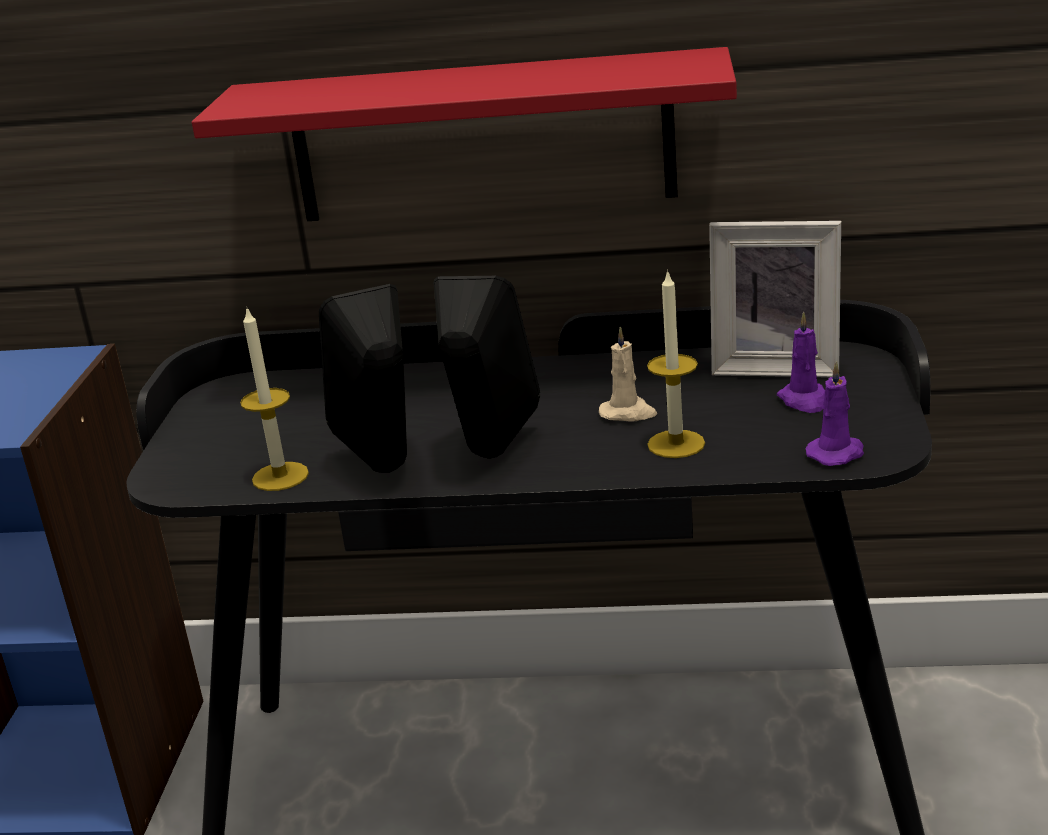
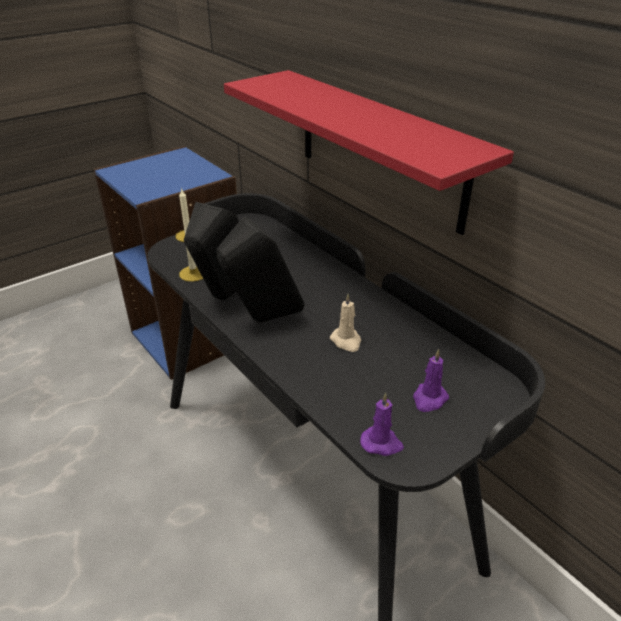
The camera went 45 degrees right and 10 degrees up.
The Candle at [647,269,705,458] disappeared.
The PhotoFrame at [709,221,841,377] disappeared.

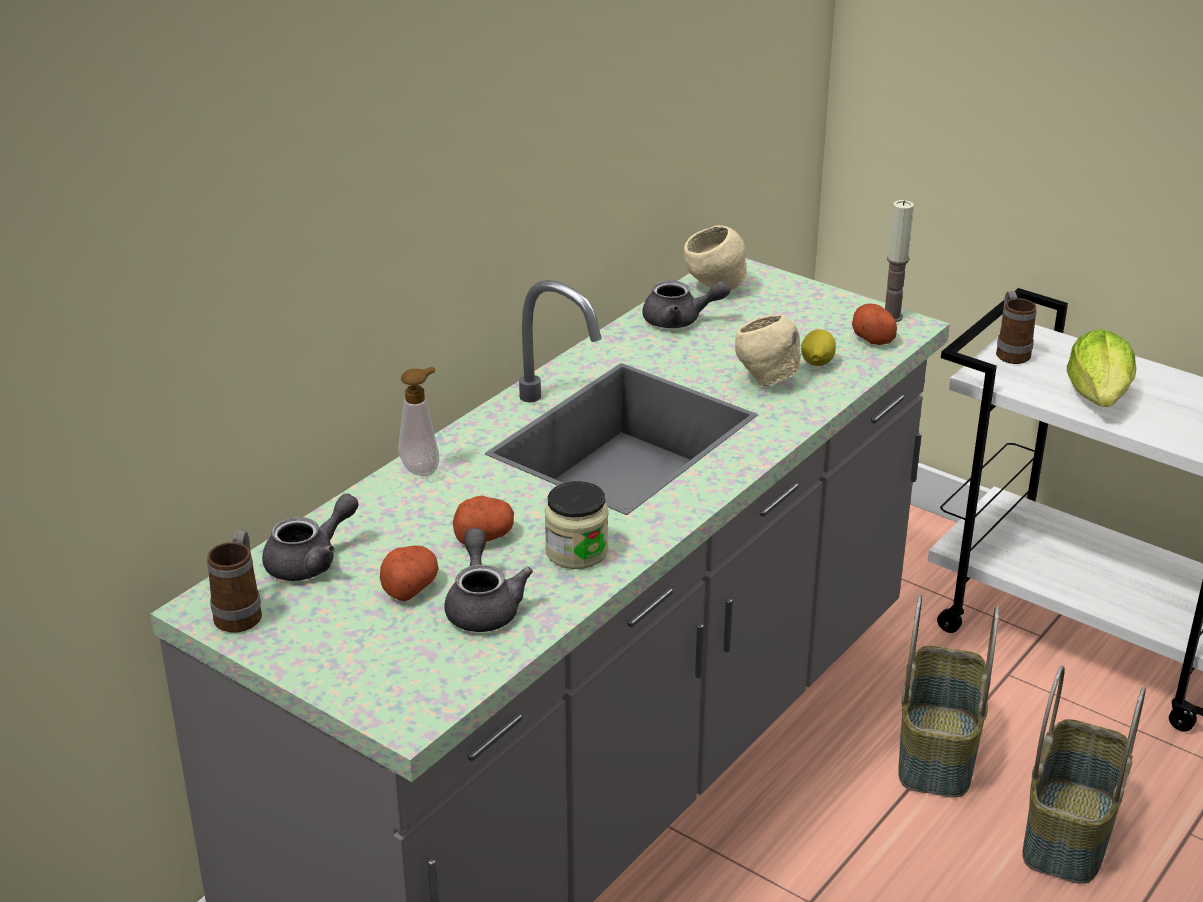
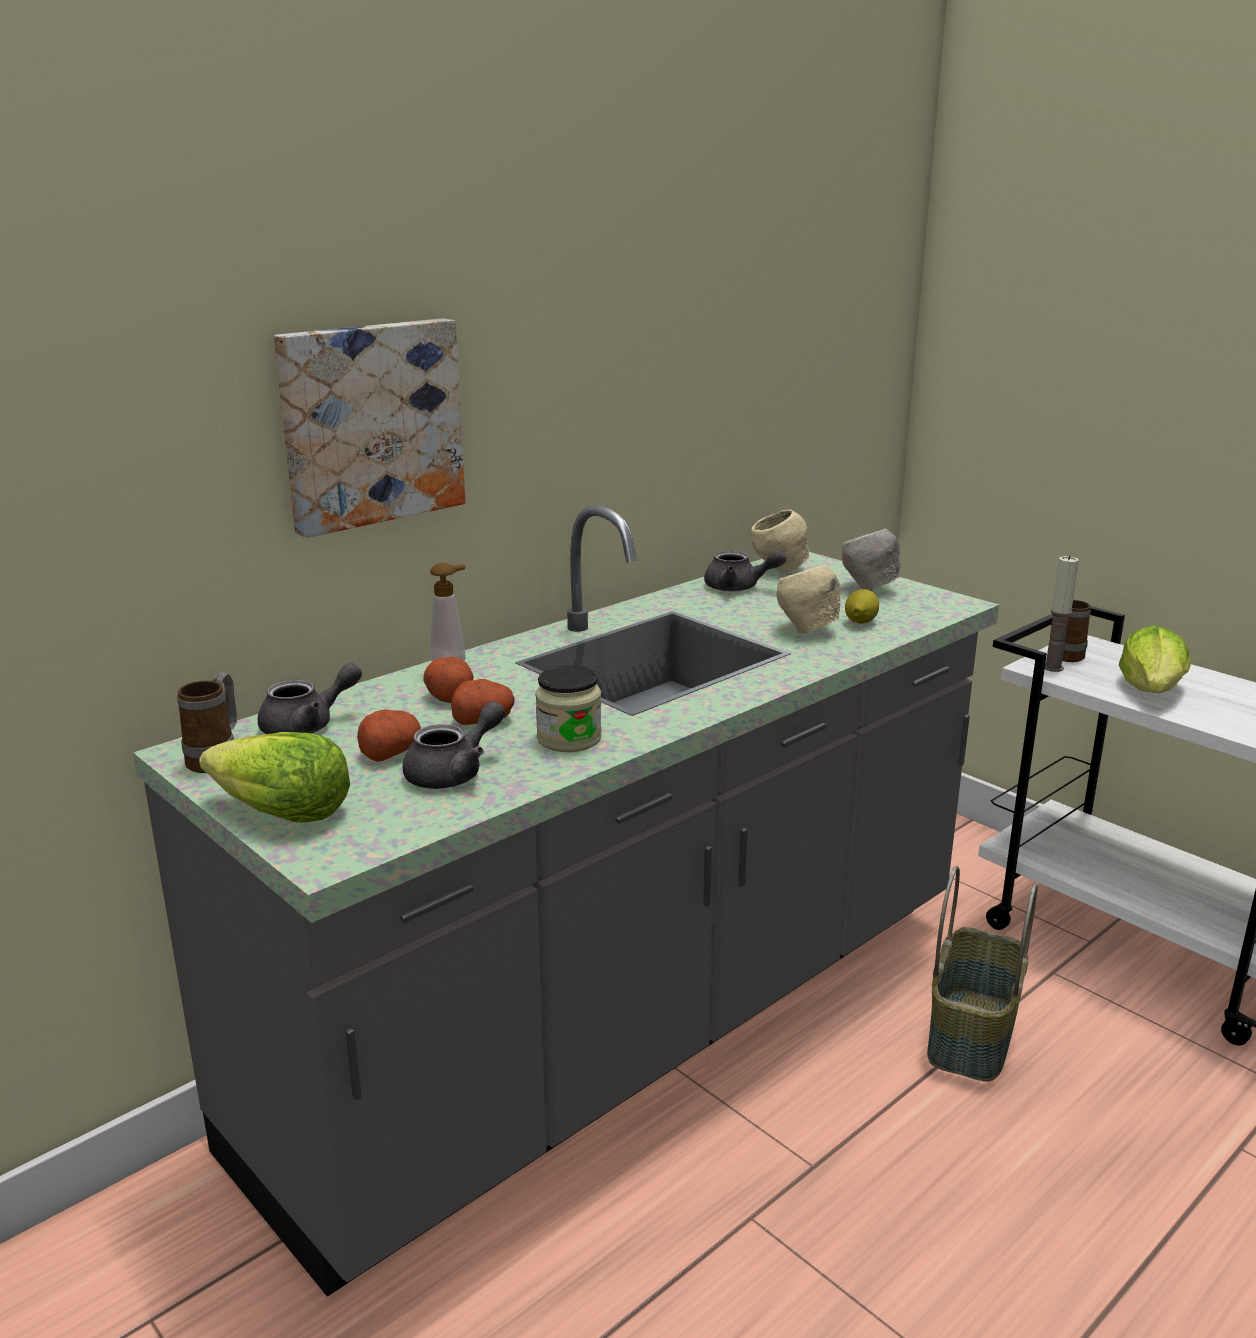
The camera went 10 degrees right and 10 degrees down.
The GreyishTeapot at [444,528,533,632] turned 45 degrees clockwise.
The Potato moved from [852,303,897,345] to [423,657,474,703].
The Candle moved from [885,200,914,322] to [1045,555,1079,672].
The HouseholdBasket at [1022,665,1146,884] disappeared.
The Lettuce at [199,732,350,823] appeared.
The WallArt at [274,318,465,538] appeared.
The GreyishBowl at [842,529,901,591] appeared.

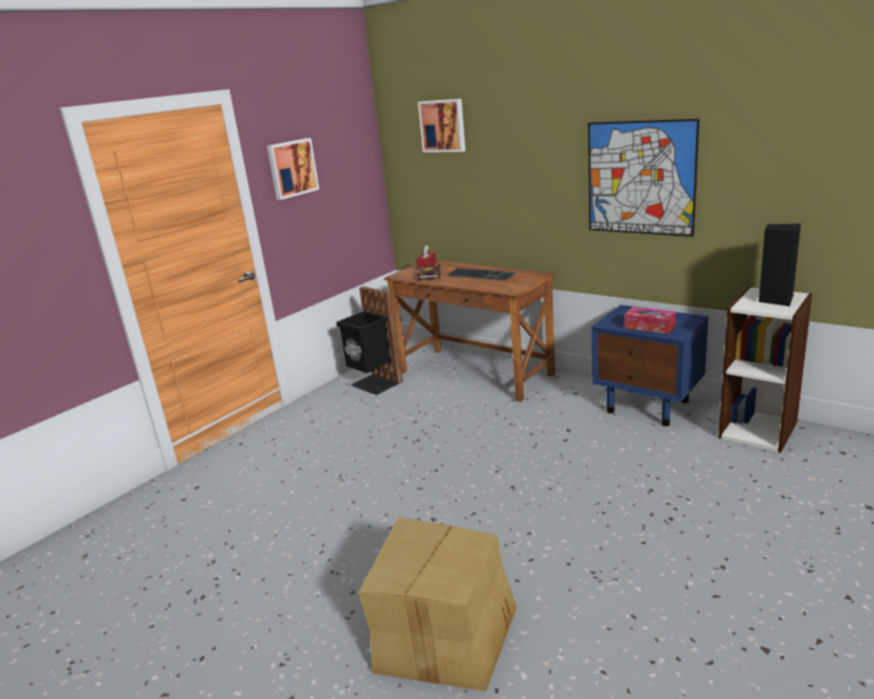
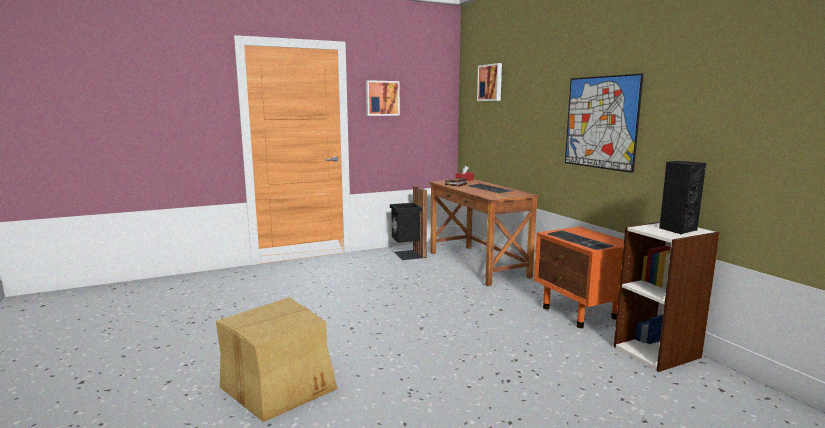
The camera went 25 degrees right and 10 degrees down.
The BlueBedsideTable at [592,305,709,426] became the OrangeyBedsideTable at [534,227,624,328].
The BoxOfTissues at [625,307,676,334] was replaced by the Keyboard at [547,230,613,250].

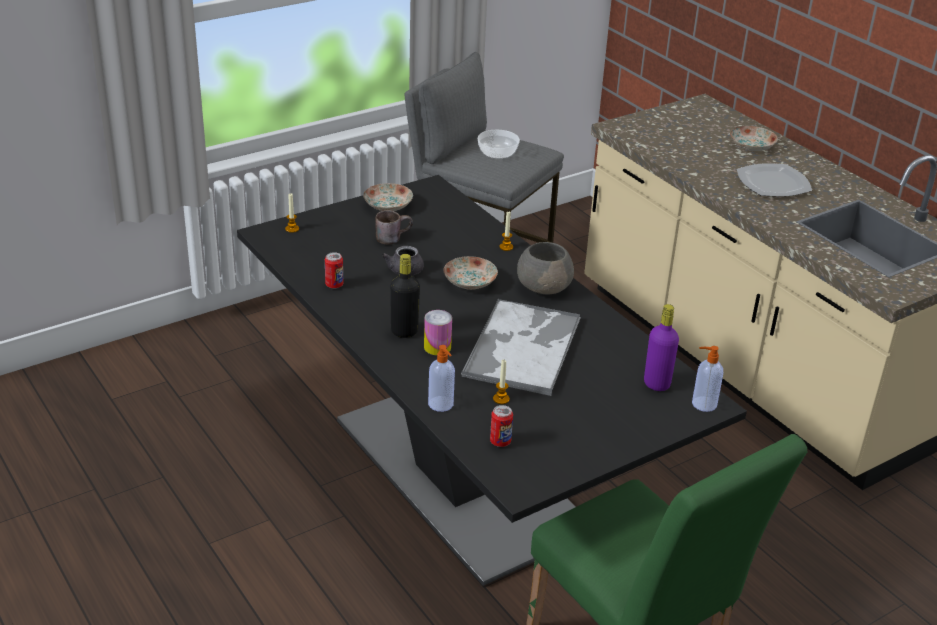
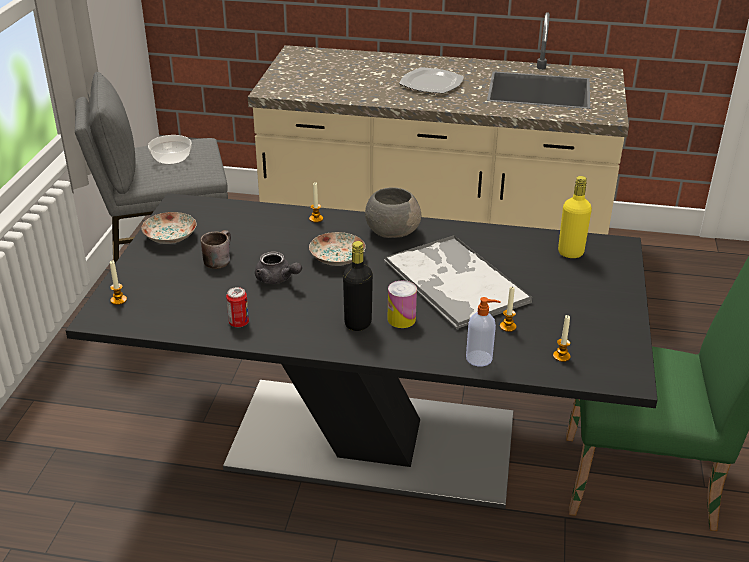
The camera went 45 degrees left and 0 degrees up.
The SealedCan at [490,405,513,447] was replaced by the Candle at [553,315,571,362].
The PurplishBottle at [644,304,679,391] became the YellowishBottle at [558,176,592,258].
The LiquidSoapBottle at [692,346,723,412] disappeared.
The DinnerPlate at [730,126,778,151] disappeared.

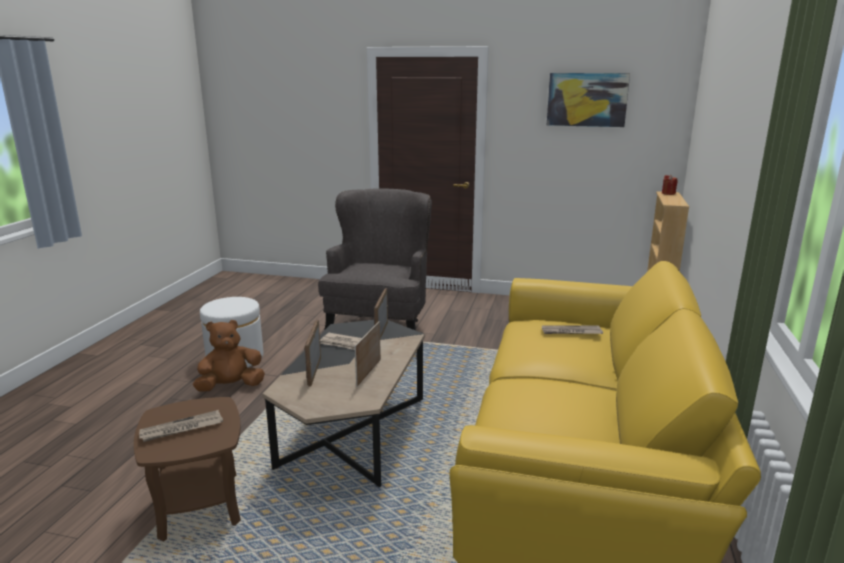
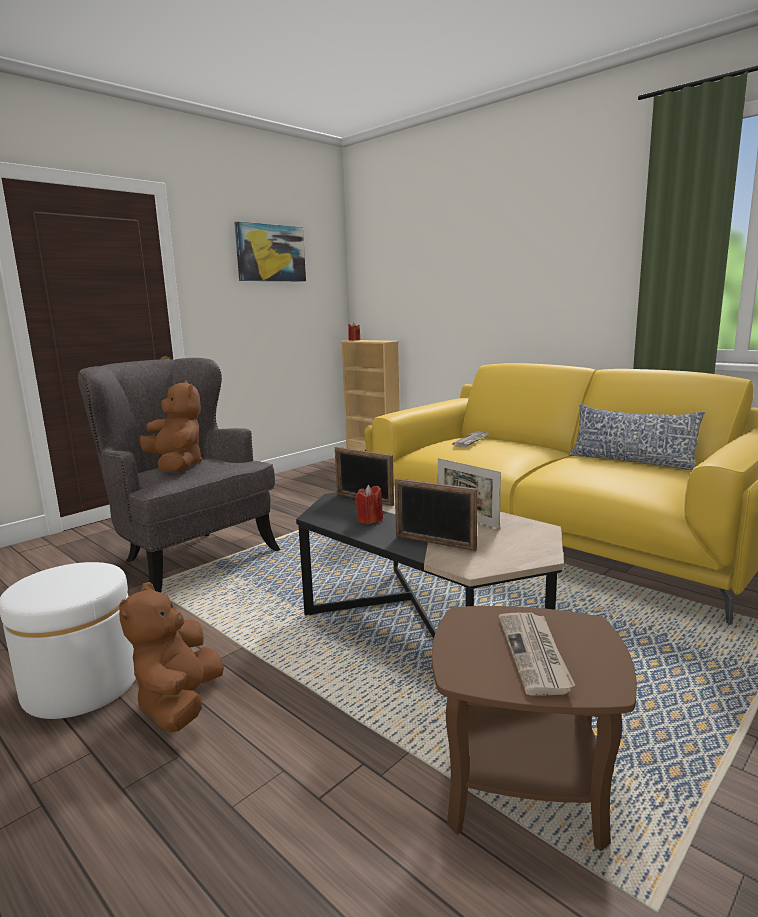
The camera went 60 degrees left and 5 degrees down.
The Newspaper at [320,333,362,350] was replaced by the RedColouredCandle at [355,485,383,524].
The BrownCuddlyToy at [139,380,202,472] appeared.
The ThrowPillow at [569,404,705,470] appeared.

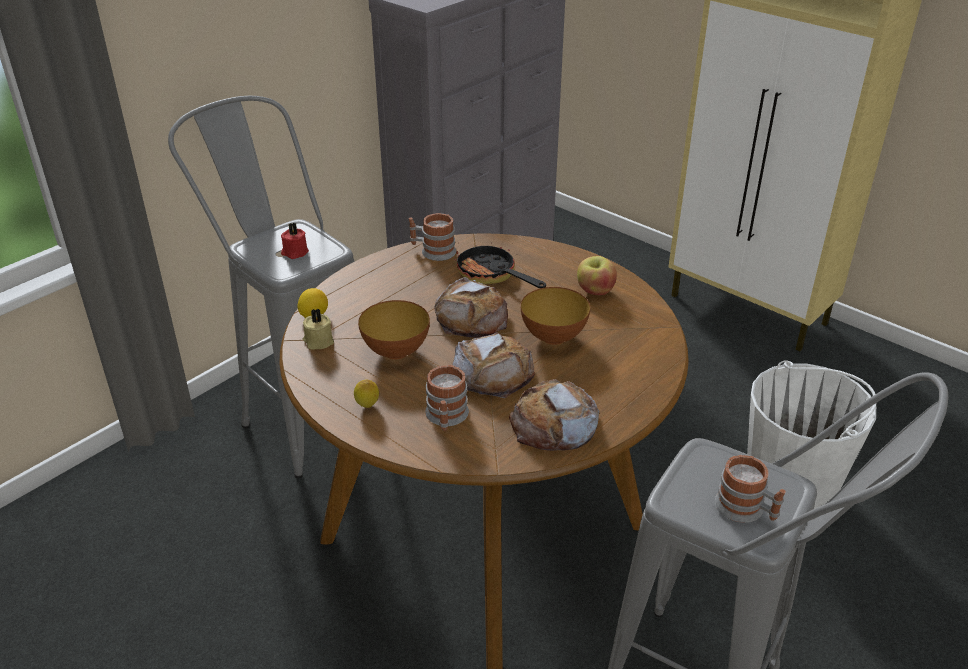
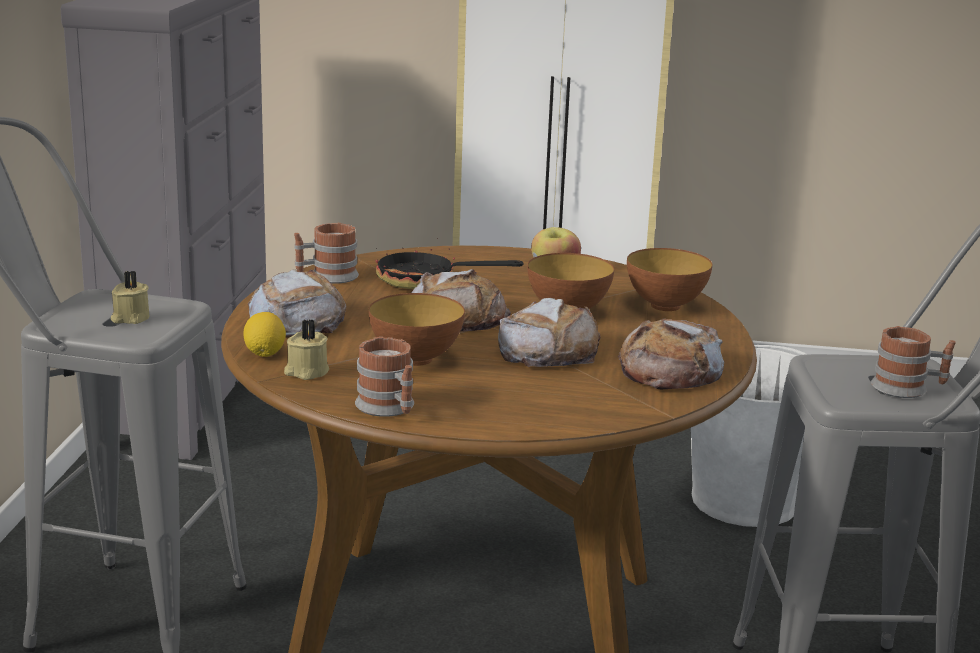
The camera went 35 degrees left and 15 degrees down.
The RedColouredCandle at [281,223,309,259] became the BeigeCandle at [111,270,149,324].
The CitrusFruit at [354,379,379,408] disappeared.
The Mug moved from [425,365,469,431] to [355,337,414,417].
The BakeryBread at [248,269,346,337] appeared.
The Bowl at [627,248,712,311] appeared.

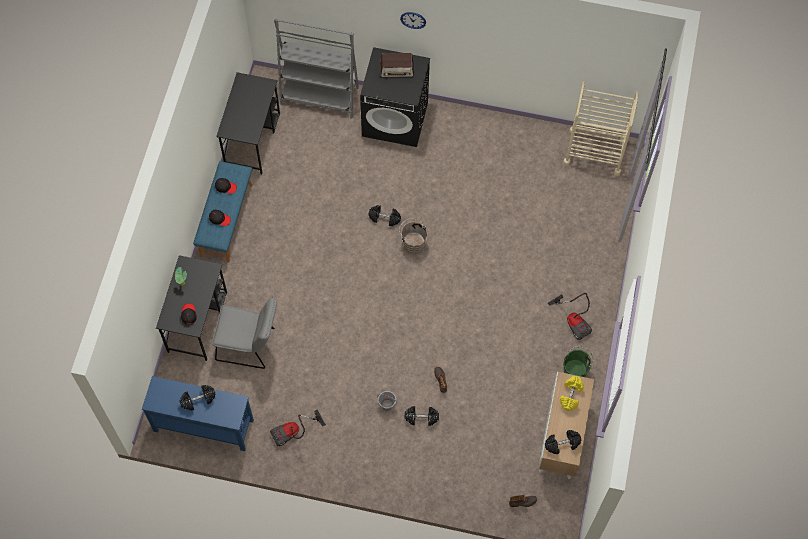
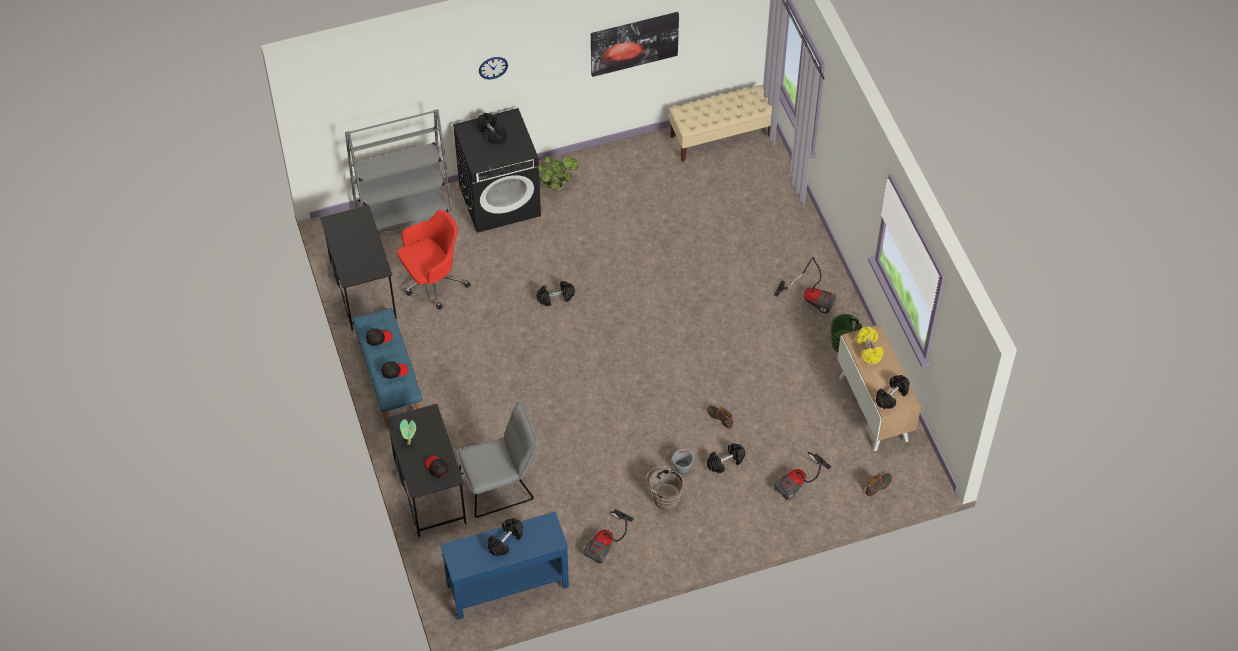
The camera went 30 degrees left and 10 degrees down.
The RadioSet at [380,53,414,77] was replaced by the BlackishDumbbell at [477,113,507,145].
The BrownPail moved from [399,219,427,254] to [646,466,684,510].
The BeigeWheeledCart at [563,81,638,176] was replaced by the BeigeLongSeat at [669,85,772,162].
The RedColouredDeskChair at [397,210,471,309] appeared.
The PottedPlant at [539,157,579,191] appeared.
The WallArt at [591,12,679,77] appeared.
The Vacuum at [774,452,831,500] appeared.

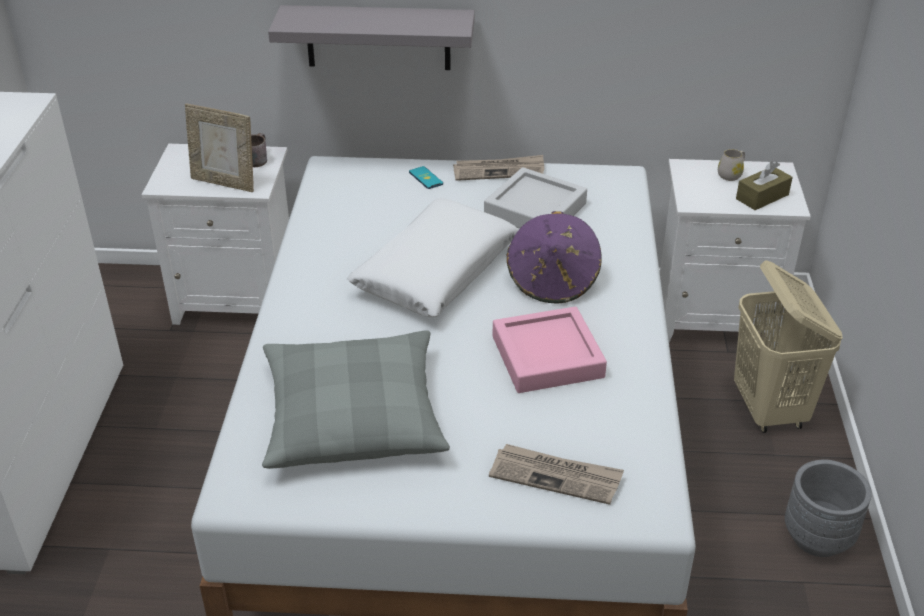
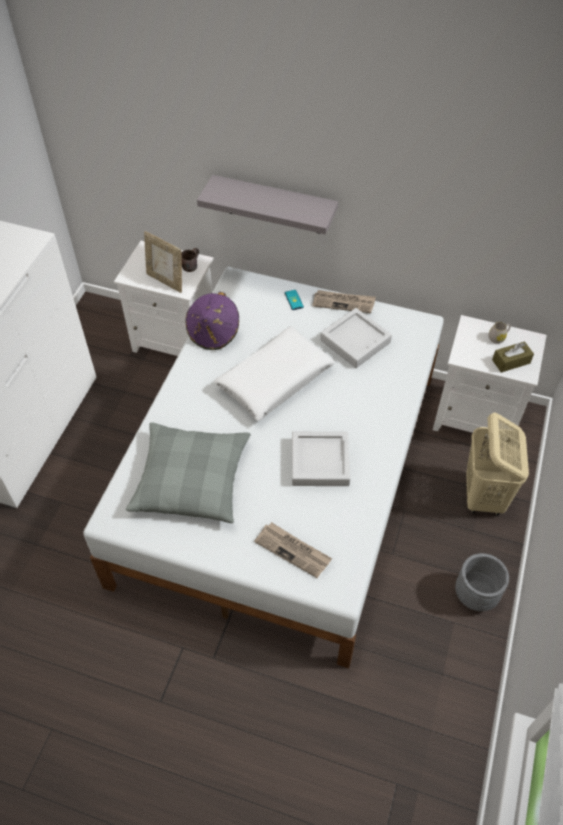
The camera went 15 degrees right and 15 degrees up.
The PinkTray at [492,307,607,393] became the GreyishTray at [292,432,351,486].
The PurplishClothingHat moved from [507,211,602,304] to [186,292,239,350].

